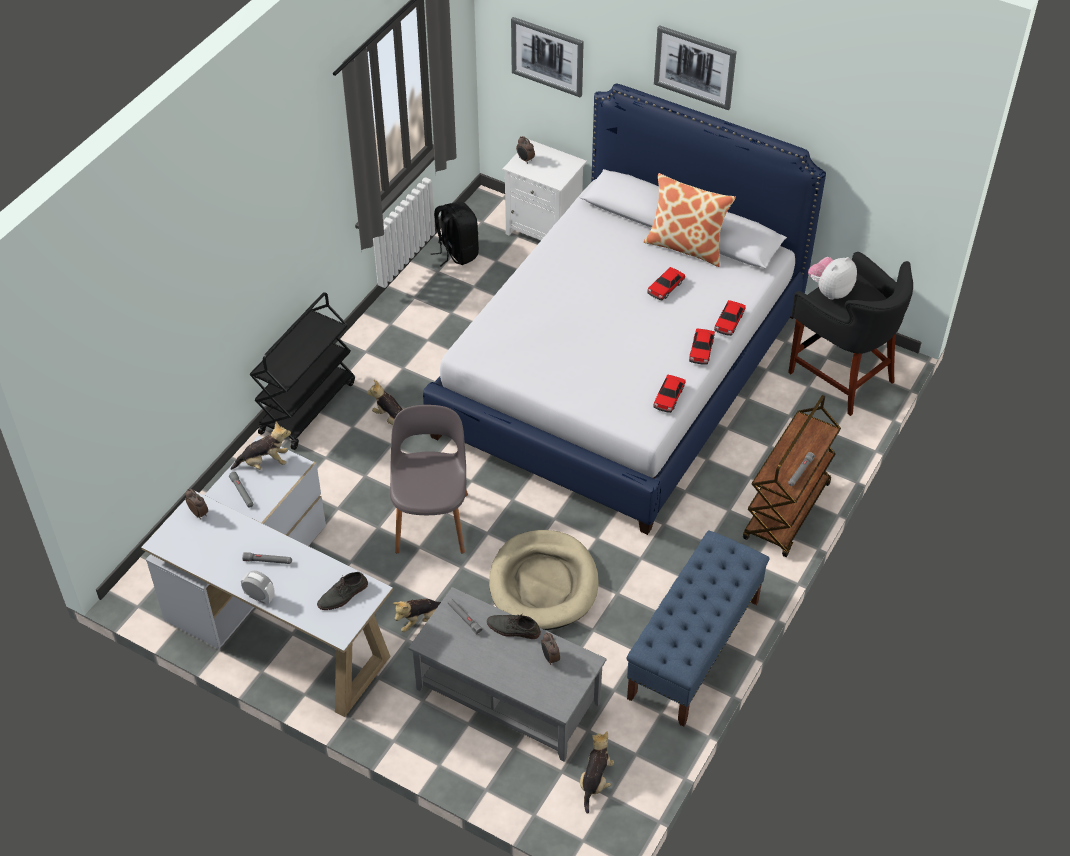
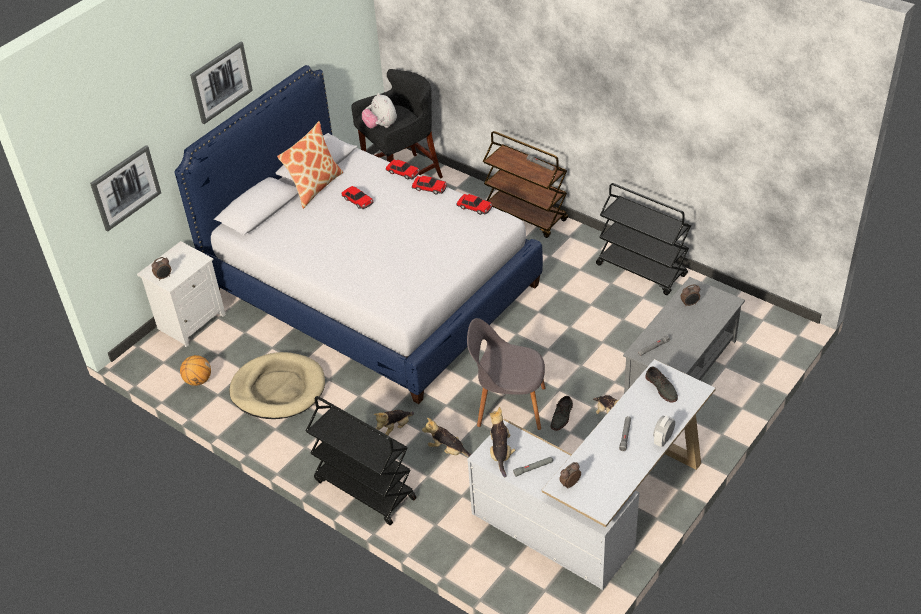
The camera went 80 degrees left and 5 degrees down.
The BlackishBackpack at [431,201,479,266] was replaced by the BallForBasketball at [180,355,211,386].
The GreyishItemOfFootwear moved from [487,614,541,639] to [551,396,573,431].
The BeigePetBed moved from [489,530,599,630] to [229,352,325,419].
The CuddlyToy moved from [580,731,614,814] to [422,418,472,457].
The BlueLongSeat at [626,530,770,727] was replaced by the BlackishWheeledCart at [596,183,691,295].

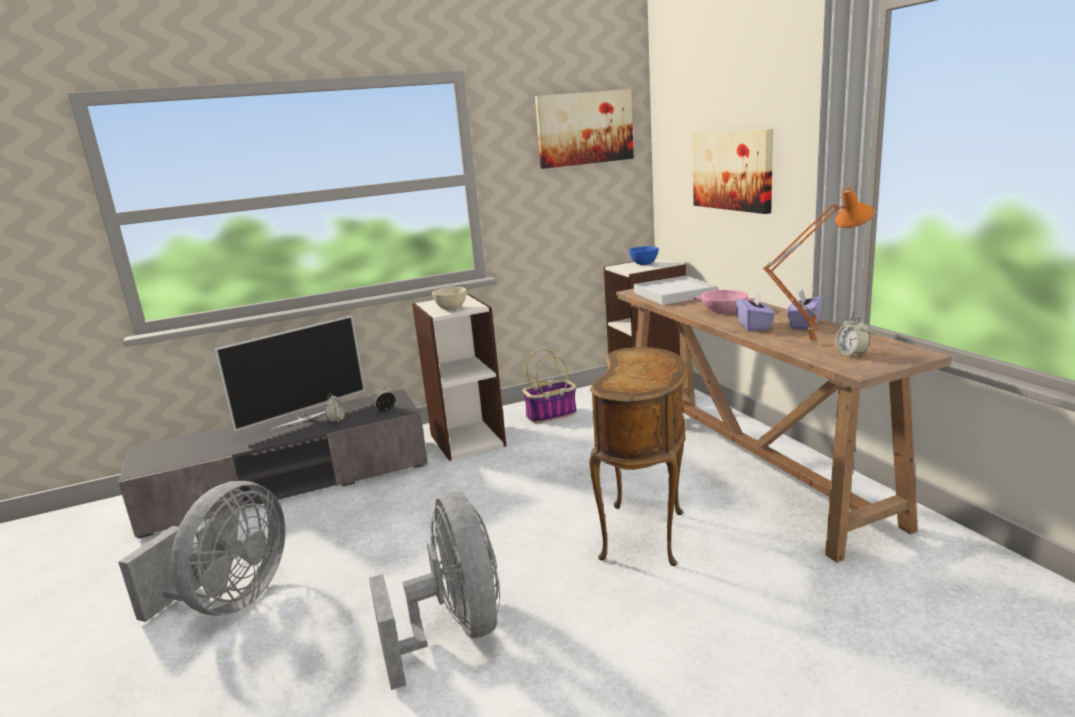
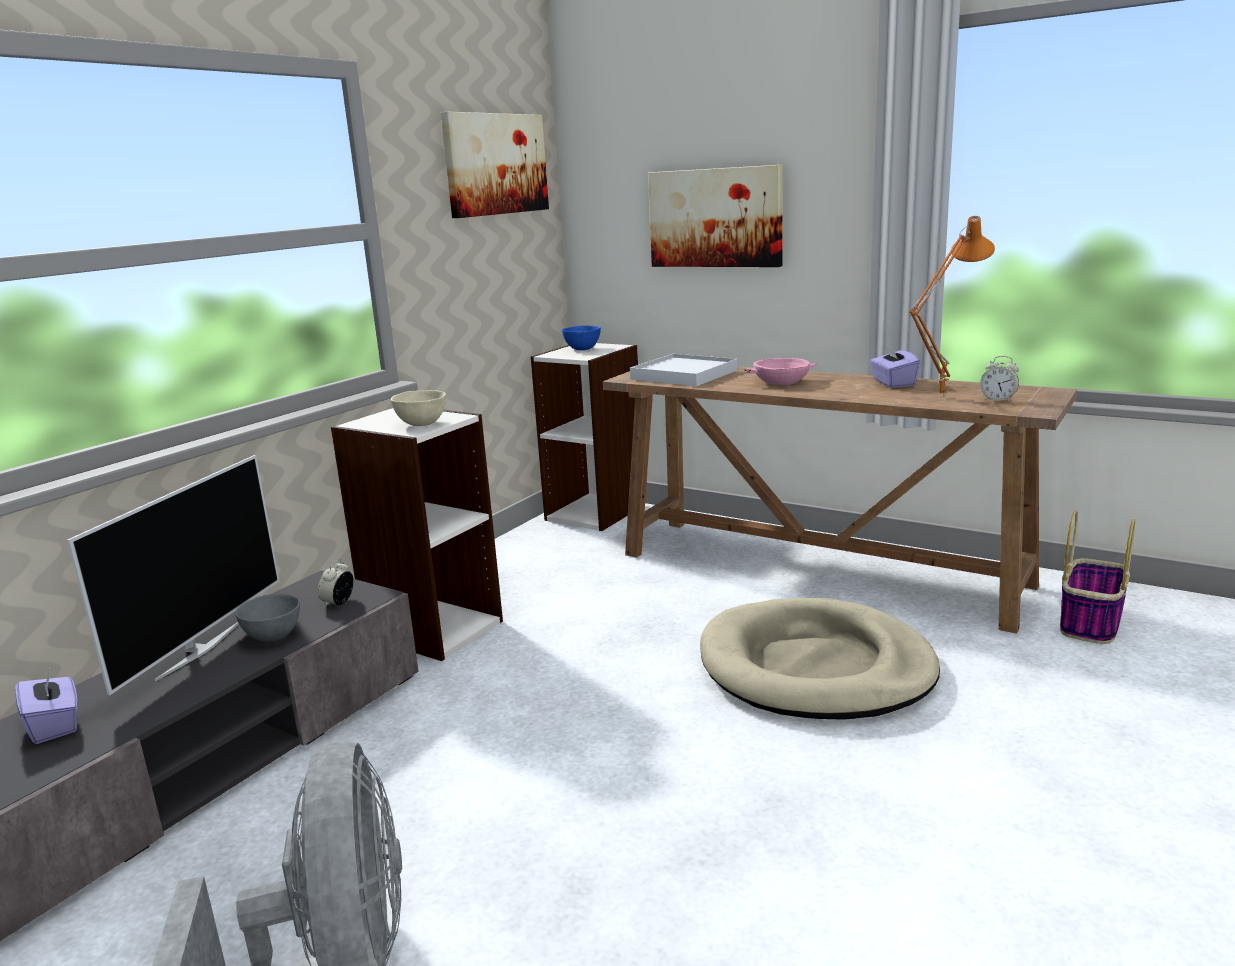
The camera went 35 degrees left and 0 degrees up.
The TableClock at [325,393,345,423] was replaced by the GreyishBowl at [235,594,300,641].
The GreyishElectricFan at [369,492,500,690] disappeared.
The HouseholdBasket moved from [523,349,577,424] to [1060,510,1135,644].
The BrownSideTable at [590,347,688,566] was replaced by the BeigePetBed at [700,598,940,720].
The PurplishBoxOfTissues moved from [736,292,775,331] to [16,665,78,744].

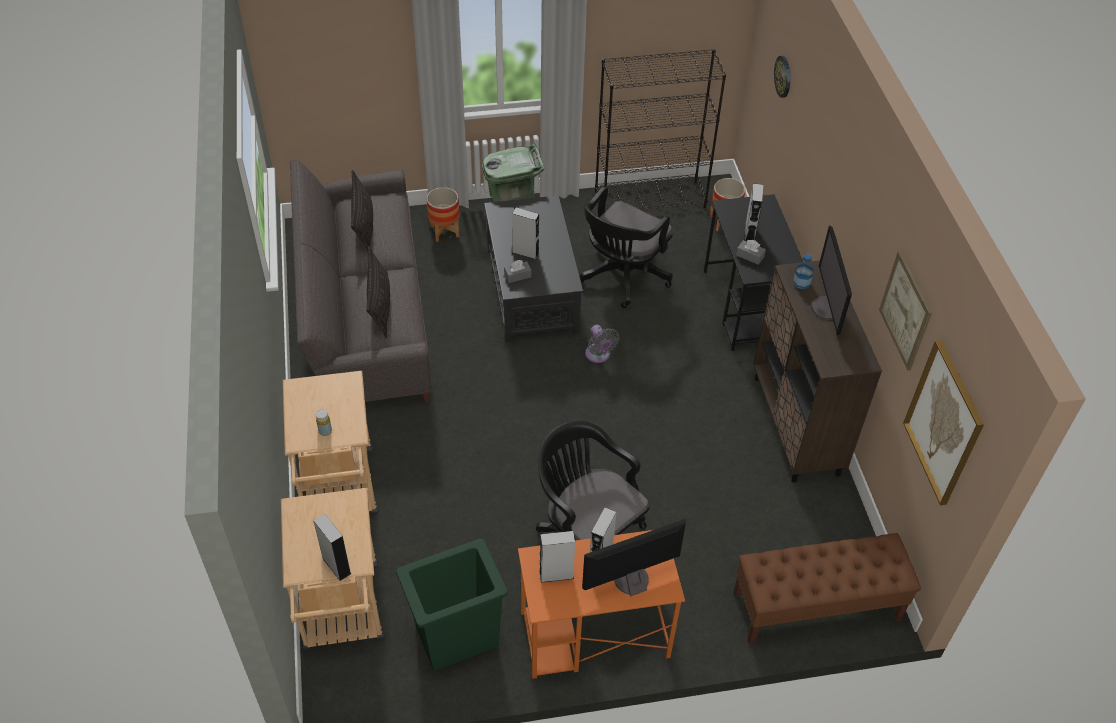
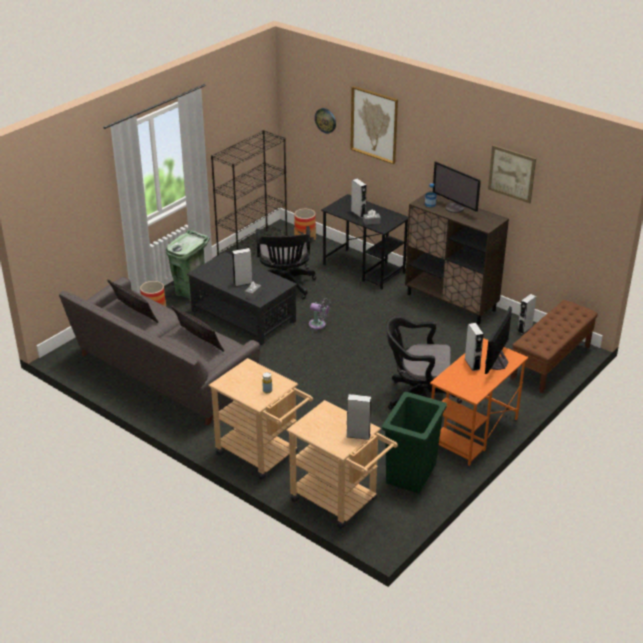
The camera went 40 degrees left and 15 degrees down.
The GreyishSpeaker moved from [539,531,575,583] to [517,294,536,334].
The WallArt moved from [903,340,984,506] to [350,86,398,164].

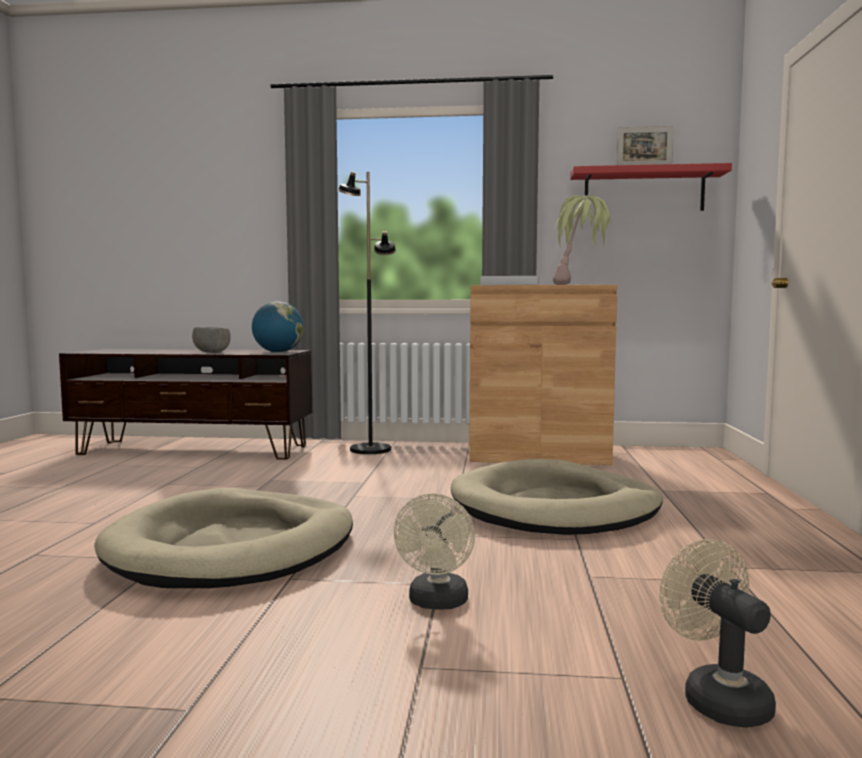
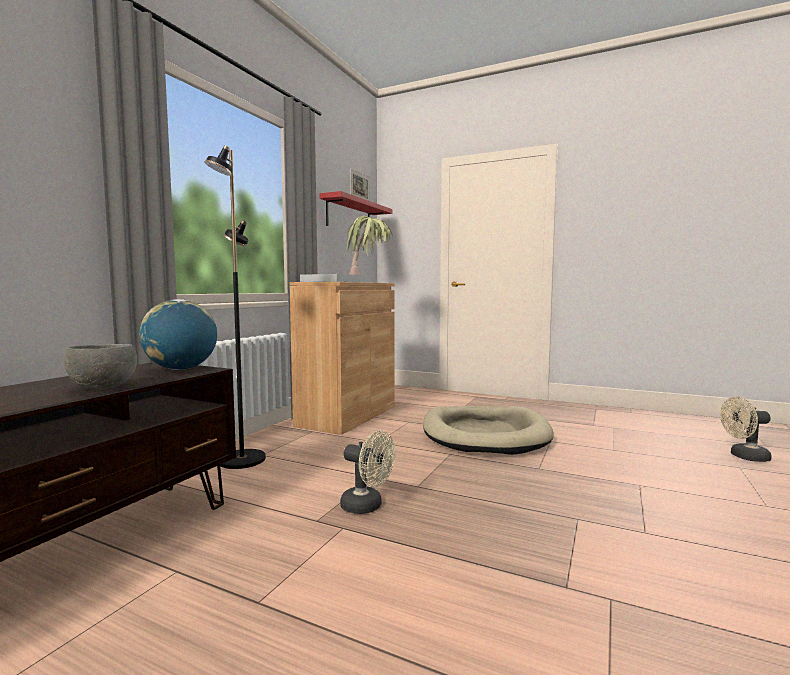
The camera went 70 degrees left and 0 degrees up.
The BeigePetBed at [94,488,353,588] disappeared.
The BeigeElectricFan moved from [394,494,475,610] to [340,431,395,514].

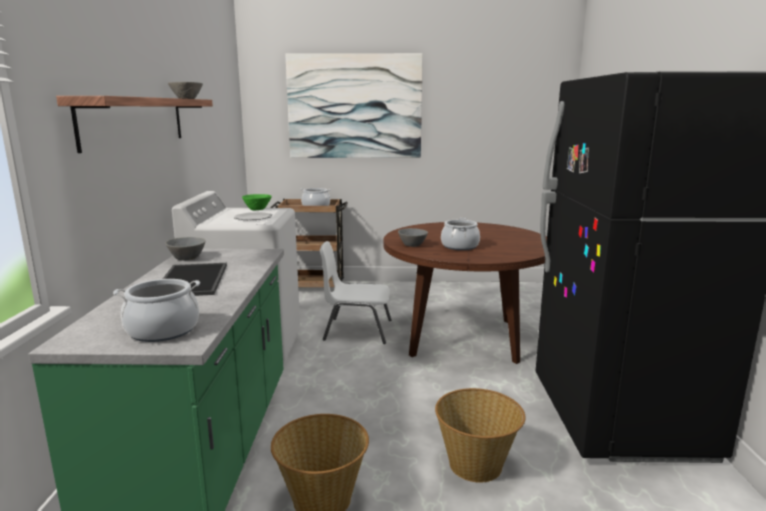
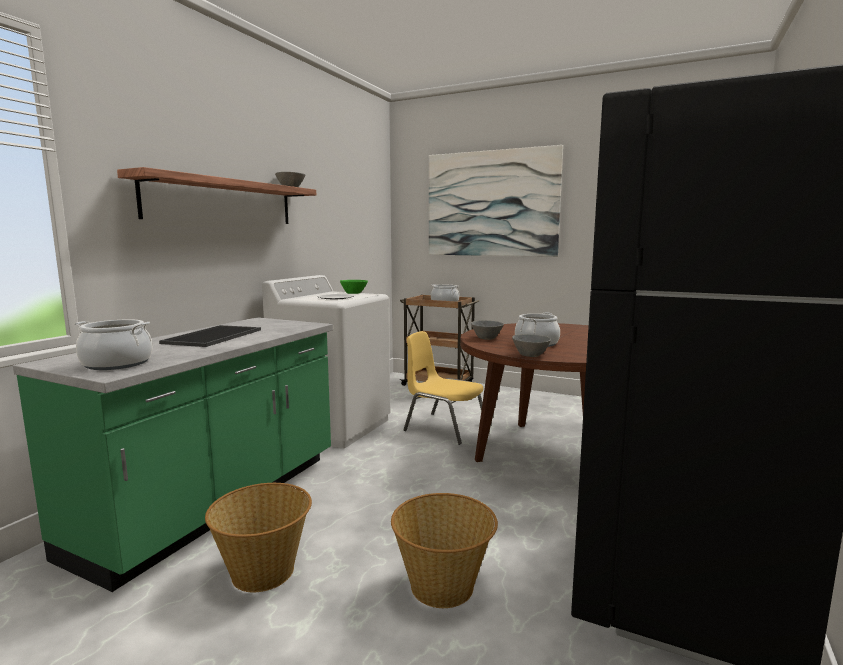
The camera went 25 degrees right and 5 degrees down.
The GreyishBowl moved from [165,237,206,261] to [512,334,551,357].
The WhitishUprightChair at [320,241,391,344] became the YellowishUprightChair at [403,331,483,445].

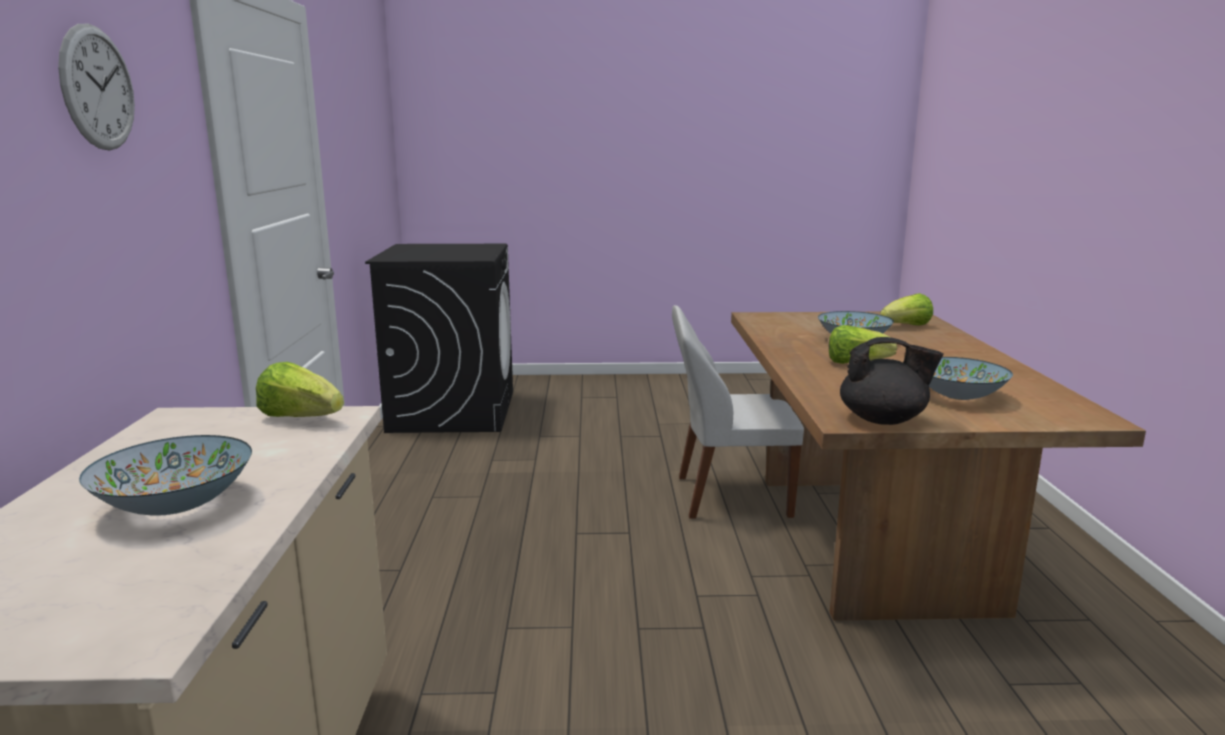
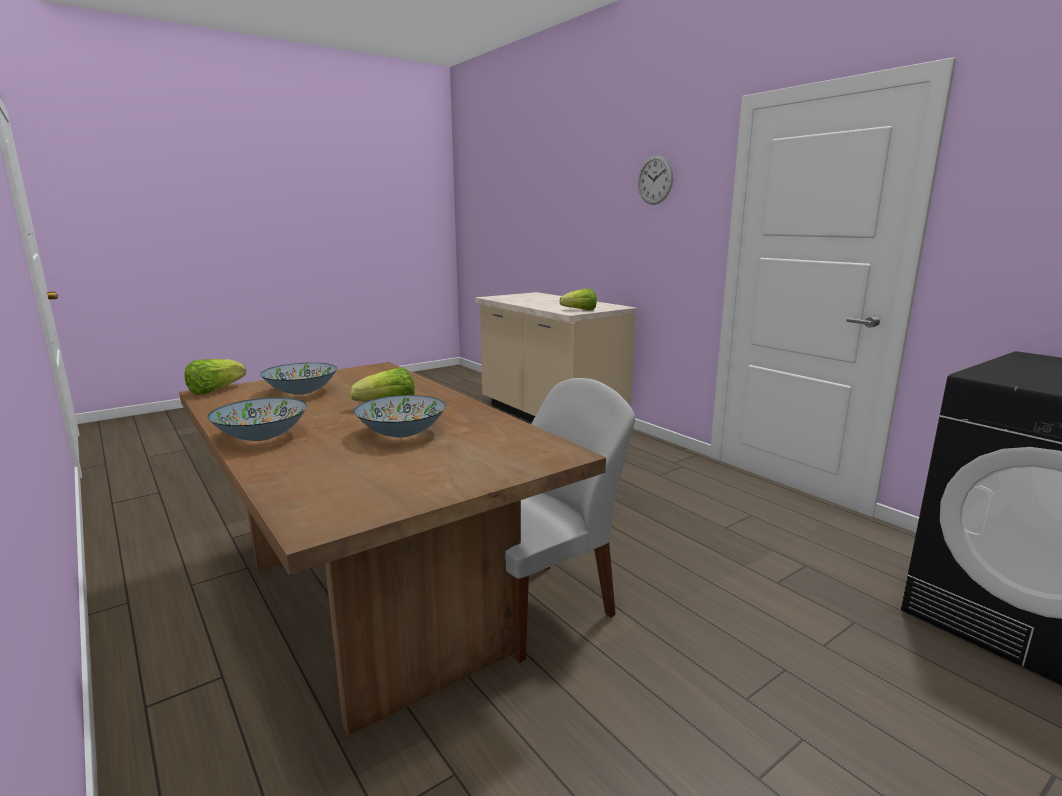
The camera went 145 degrees right and 0 degrees up.
The Bowl moved from [79,435,252,516] to [207,398,307,441].
The BlackishTeapot at [840,337,944,425] disappeared.
The Lettuce moved from [880,293,933,325] to [185,359,246,395].

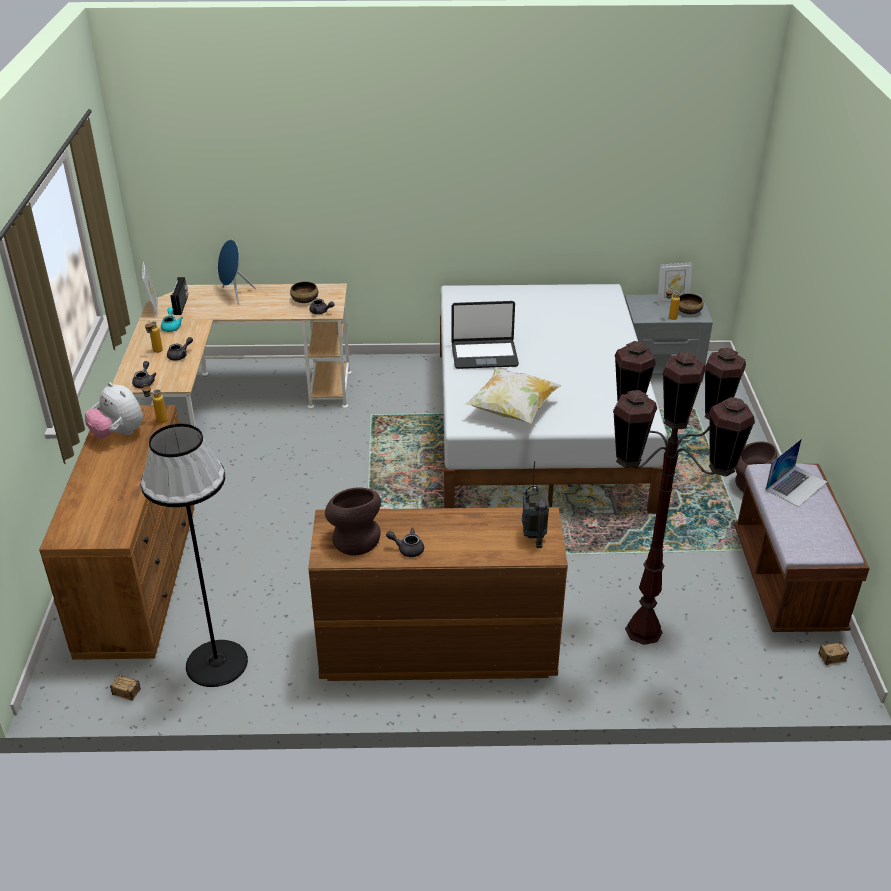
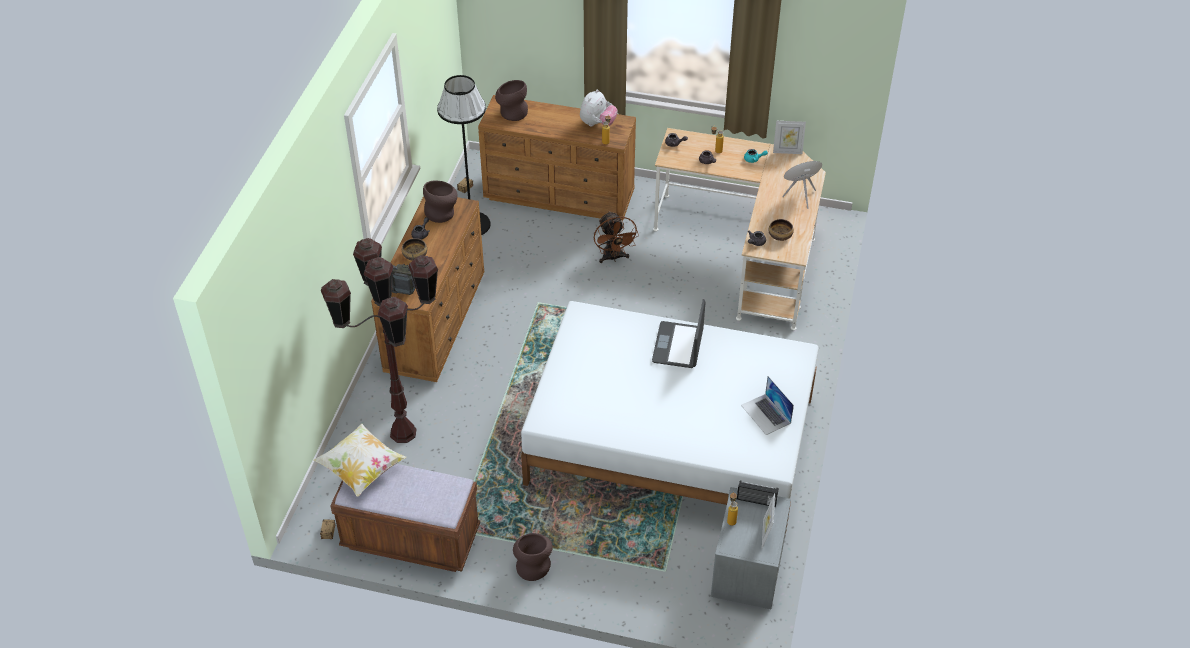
The camera went 105 degrees right and 10 degrees up.
The CuddlyToy at [85,382,143,438] turned 150 degrees clockwise.
The RadioSet moved from [171,277,188,315] to [737,480,779,507].
The ThrowPillow moved from [465,368,561,424] to [314,423,407,497].
The Bowl moved from [679,293,704,314] to [402,238,427,261].
The NotebookComputer moved from [766,439,827,507] to [741,376,794,435].
The BrownFlowerVase at [495,80,528,121] appeared.
The BrownElectricFan at [594,211,639,263] appeared.

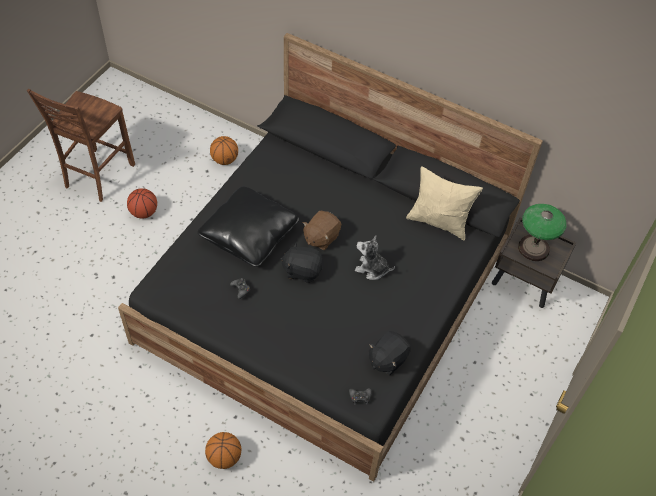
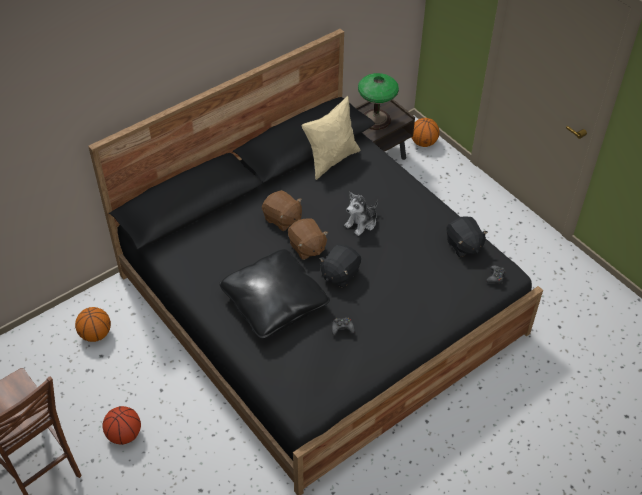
The camera went 65 degrees left and 5 degrees down.
The BallForBasketball moved from [205,432,242,469] to [411,118,440,147].
The BrownCuddlyToy at [262,190,302,231] appeared.

